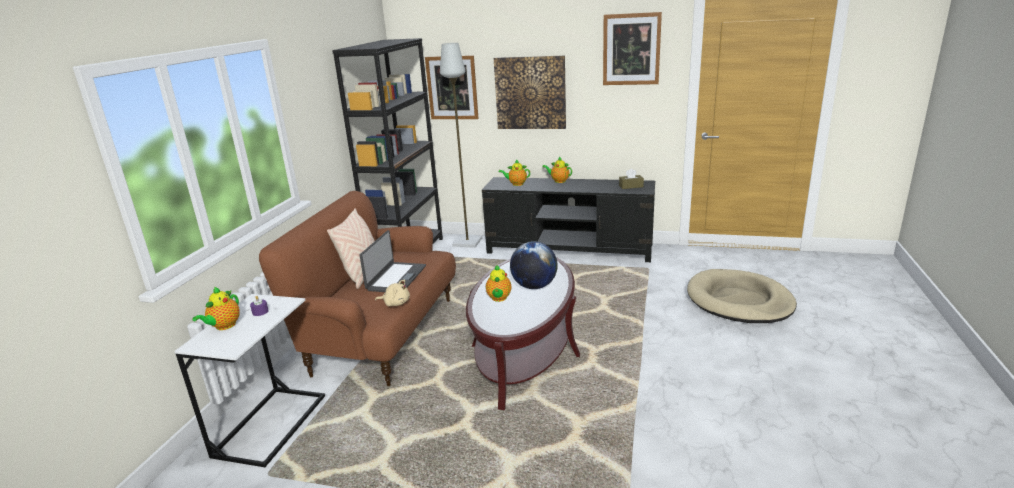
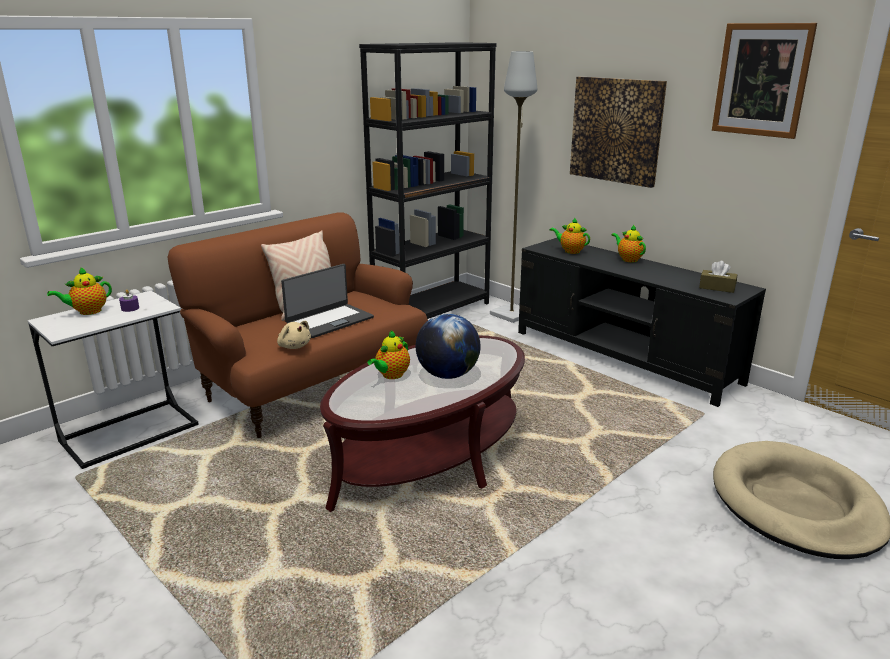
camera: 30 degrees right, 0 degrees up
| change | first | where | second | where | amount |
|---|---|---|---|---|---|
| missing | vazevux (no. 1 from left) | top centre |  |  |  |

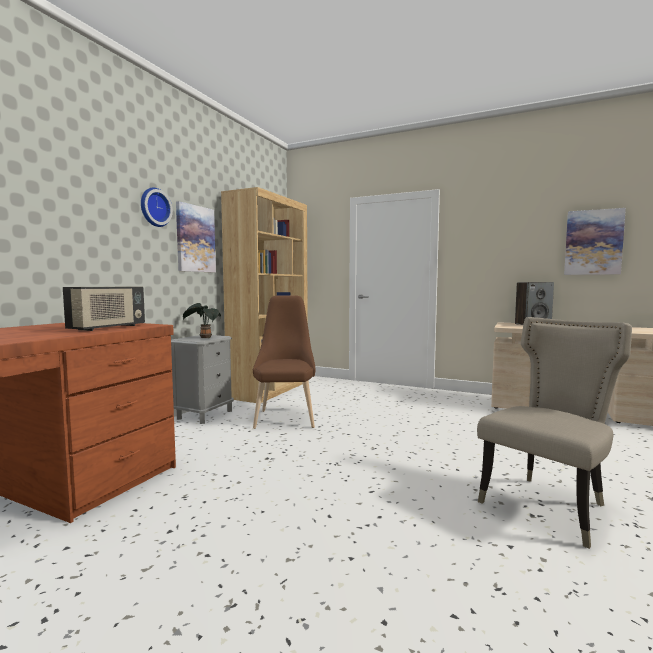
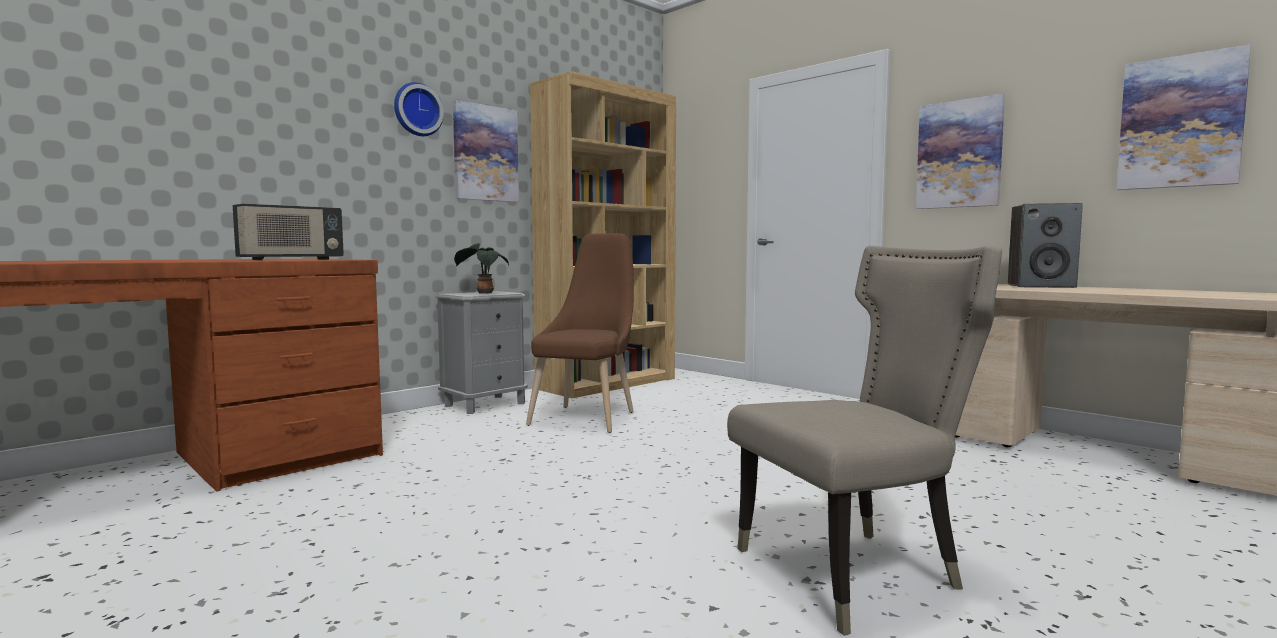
camera: 20 degrees right, 0 degrees up
| change | first | where | second | where | amount |
|---|---|---|---|---|---|
| appeared |  |  | vazevux (no. 2 from left) | top right |  |

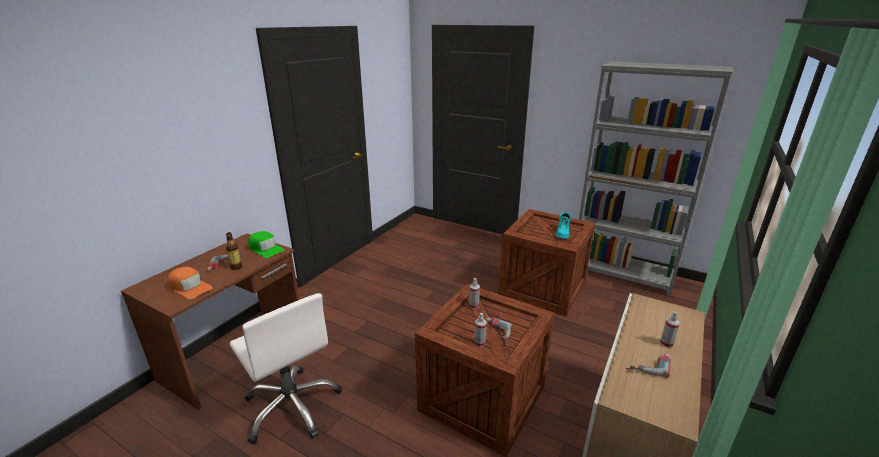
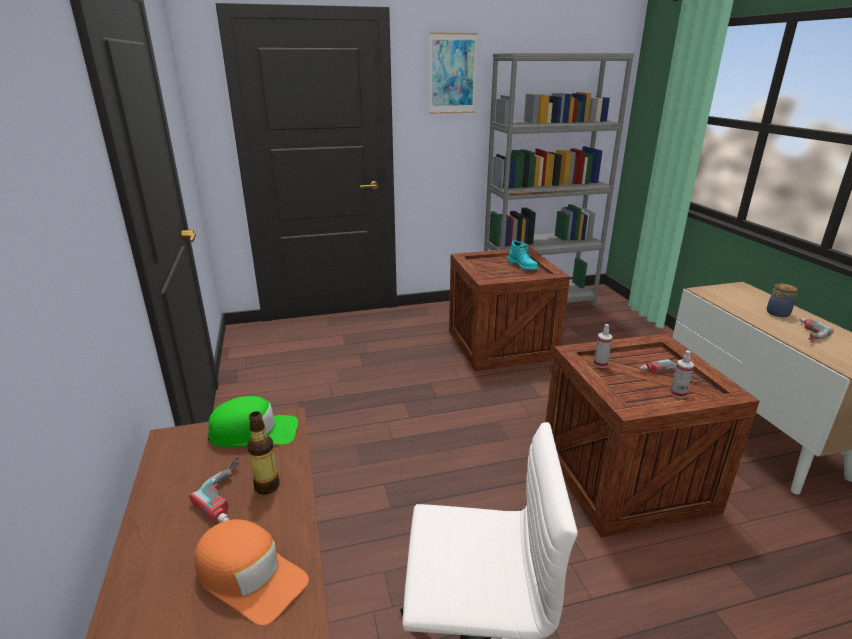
camera: 45 degrees left, 0 degrees up
| change | first | where | second | where | amount |
|---|---|---|---|---|---|
| spun | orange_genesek | middle left |  | bottom left | 45 degrees clockwise |
| appeared |  |  | vazevux | top centre |  |
| exchanged | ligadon (no. 3 from left) | bottom right | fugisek | middle right |  |

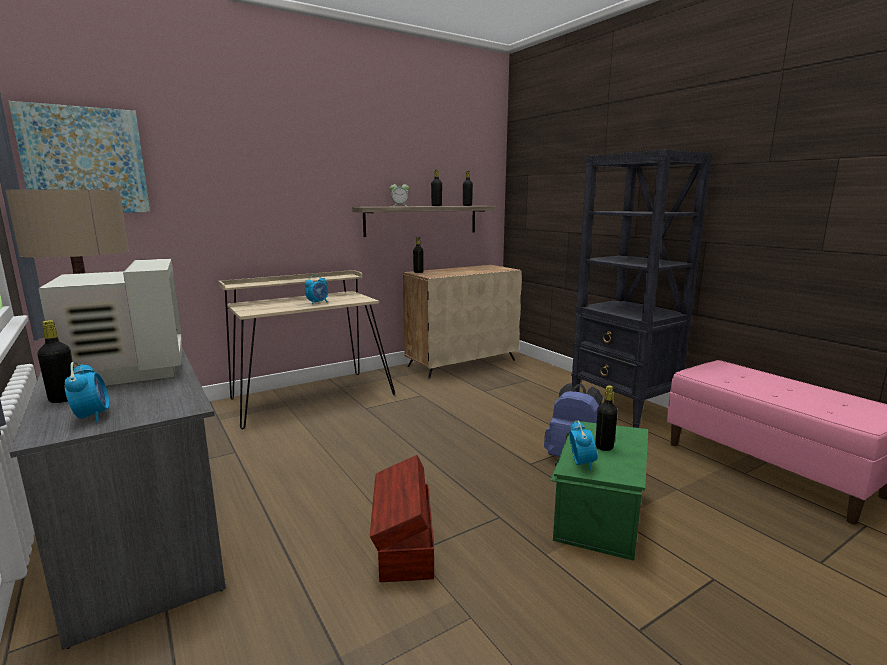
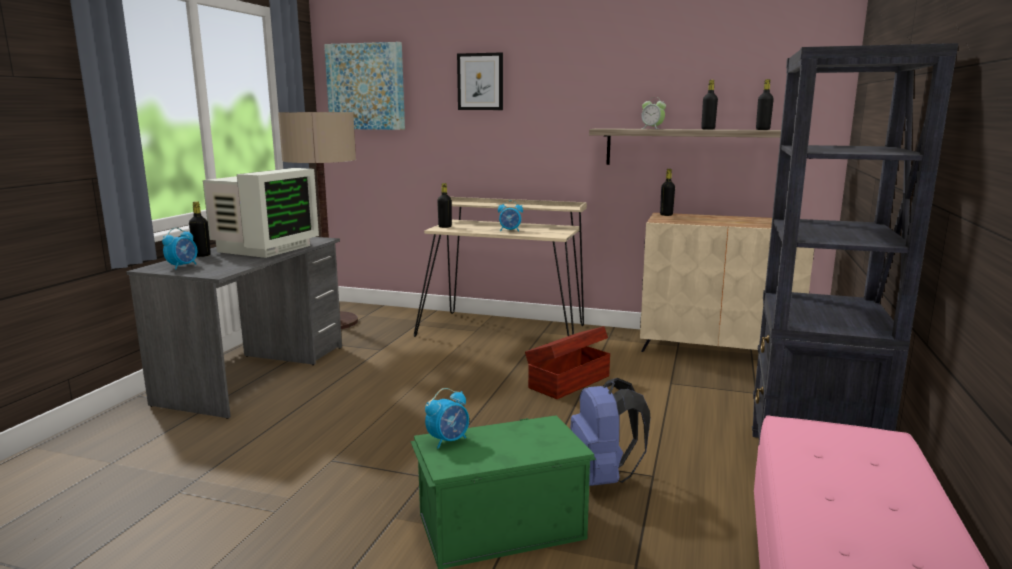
camera: 50 degrees right, 0 degrees up
| change | first | where | second | where | amount |
|---|---|---|---|---|---|
| relocated | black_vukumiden (no. 5 from left in the first image) | middle right | black_vukumiden (no. 2 from left) | centre |  |
| appeared |  |  | vazevux (no. 2 from left) | top centre |  |
| relocated | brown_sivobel | bottom centre |  | centre |  |

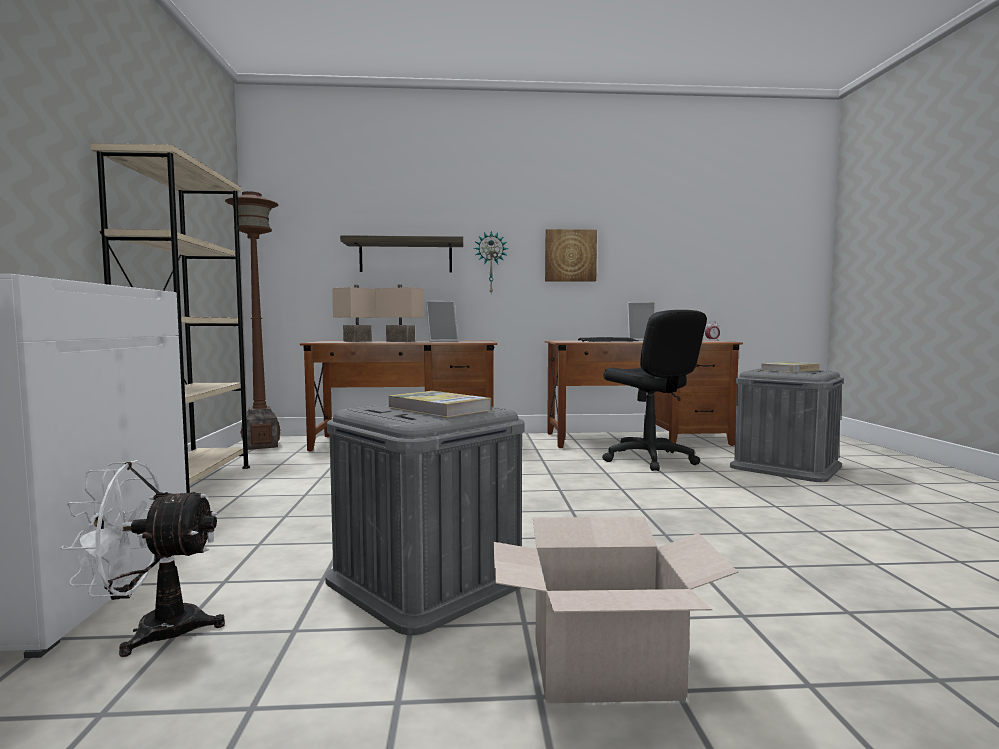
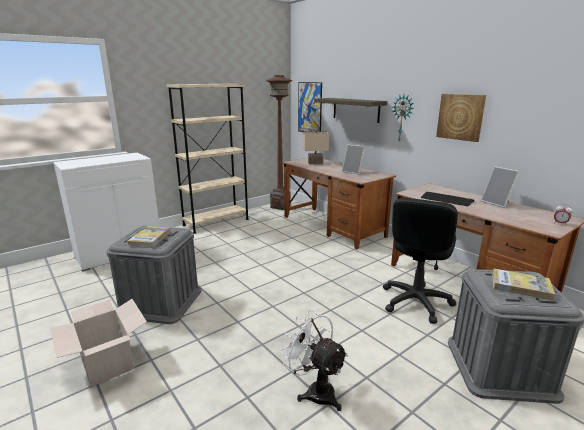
camera: 55 degrees right, 15 degrees up
| change | first | where | second | where | amount |
|---|---|---|---|---|---|
| relocated | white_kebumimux | bottom left |  | bottom centre |  |
| appeared |  |  | vazevux (no. 1 from left) | top centre |  |
| missing | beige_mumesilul (no. 2 from left) | centre |  |  |  |

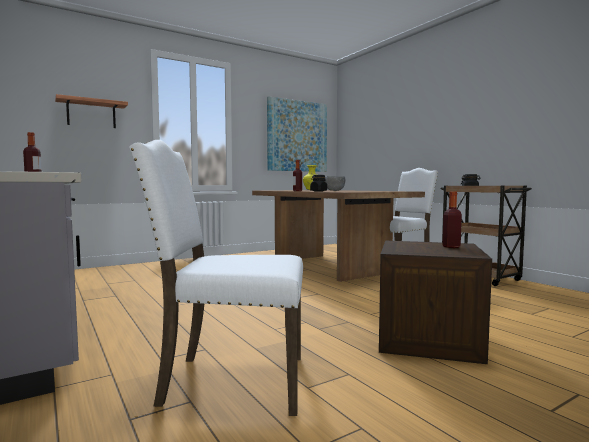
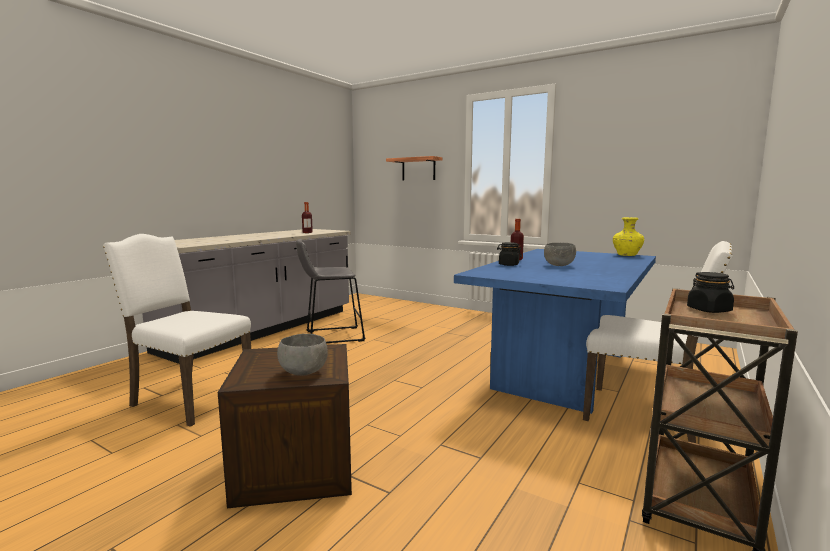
camera: 65 degrees right, 5 degrees up
| change | first | where | second | where | amount |
|---|---|---|---|---|---|
| spun | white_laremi (no. 1 from left) | centre |  | middle left | 45 degrees counterclockwise |
| exchanged | vukumiden (no. 3 from left) | middle right | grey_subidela (no. 1 from left) | centre |  |
| appeared |  |  | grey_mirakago | centre |  |
| colour | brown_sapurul | centre | blue_sapurul | middle right |  |
| missing | vazevux | top centre |  |  |  |

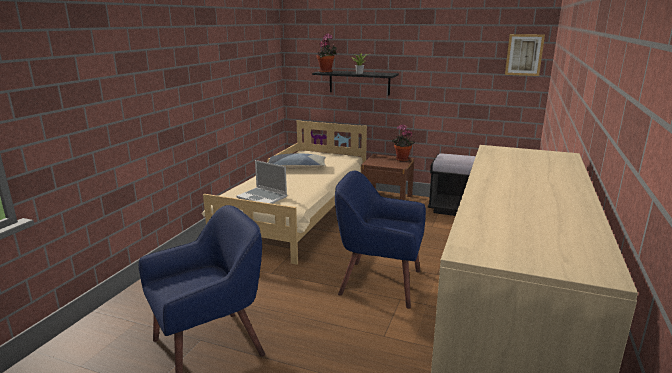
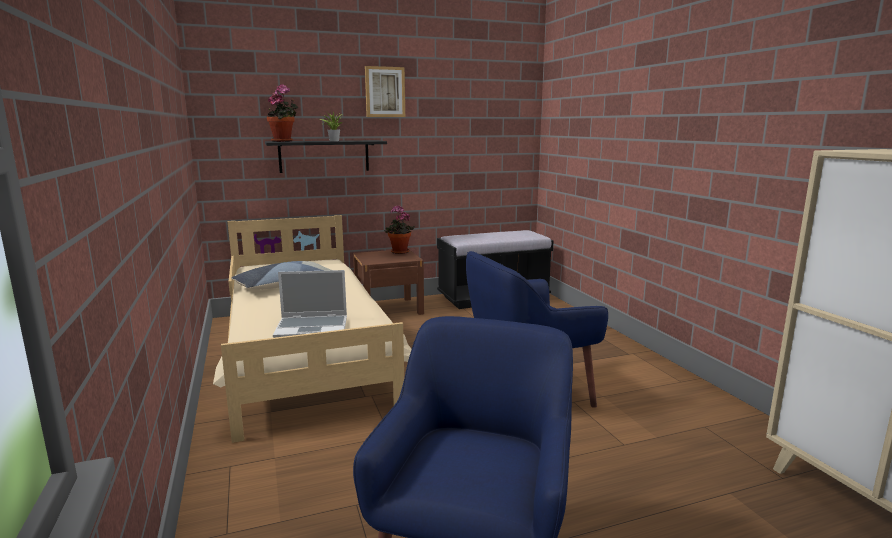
camera: 40 degrees left, 5 degrees down
| change | first | where | second | where | amount |
|---|---|---|---|---|---|
| relocated | vazevux | top right |  | top centre |  |

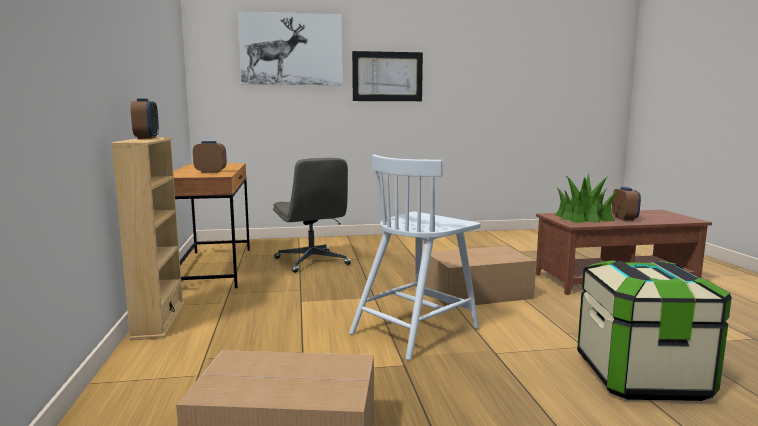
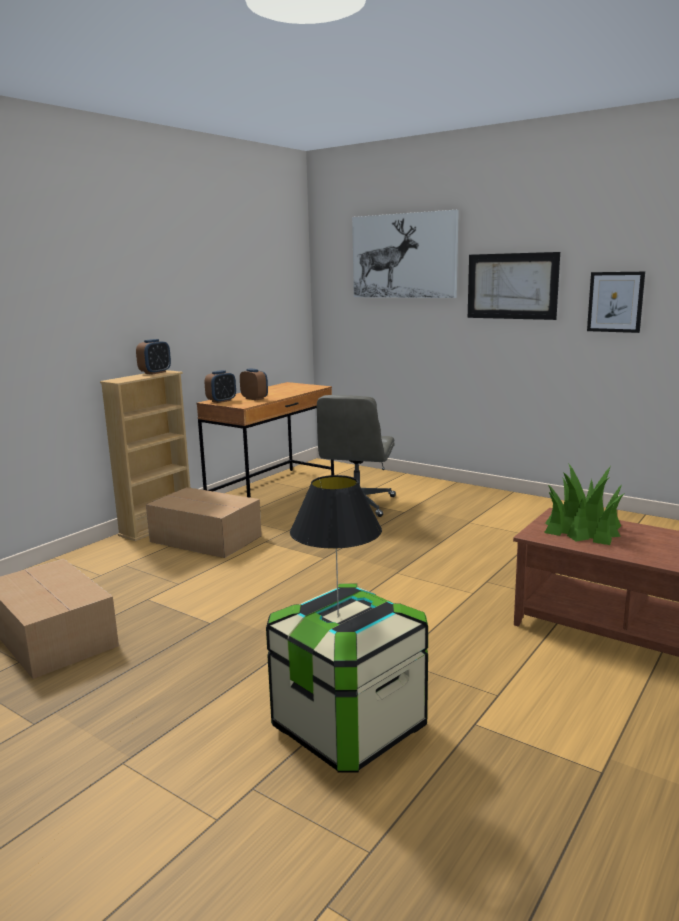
camera: 45 degrees right, 5 degrees up
| change | first | where | second | where | amount |
|---|---|---|---|---|---|
| relocated | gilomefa (no. 2 from left) | centre |  | middle left |  |
| relocated | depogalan (no. 3 from left in the first image) | middle right | depogalan (no. 2 from left) | middle left |  |
| appeared |  |  | black_mumesilul | centre |  |
| appeared |  |  | vazevux (no. 3 from left) | top right |  |
| missing | white_laremi | centre |  |  |  |

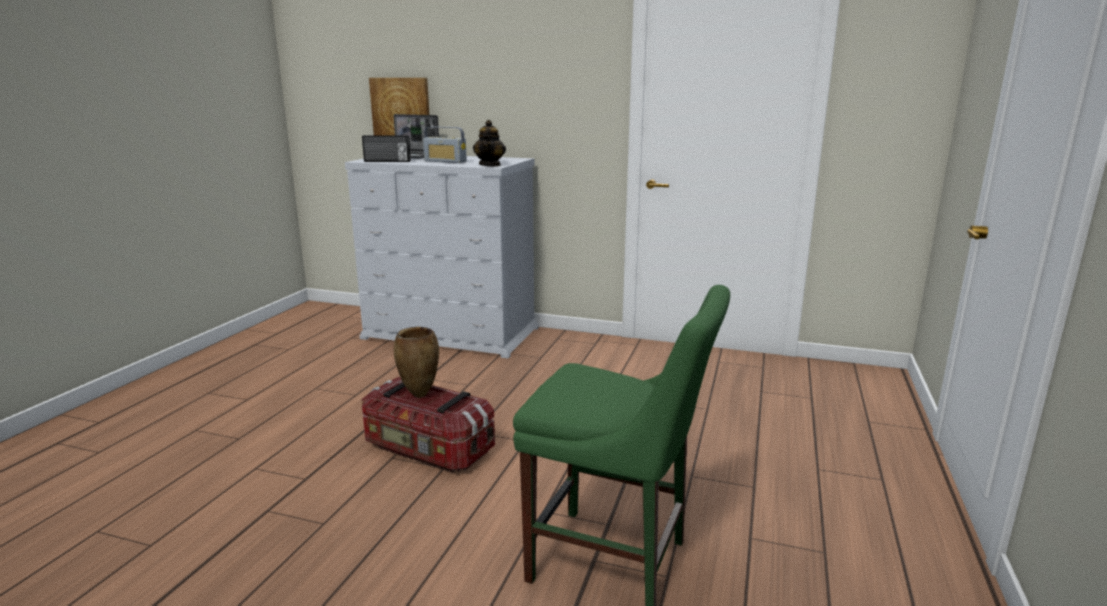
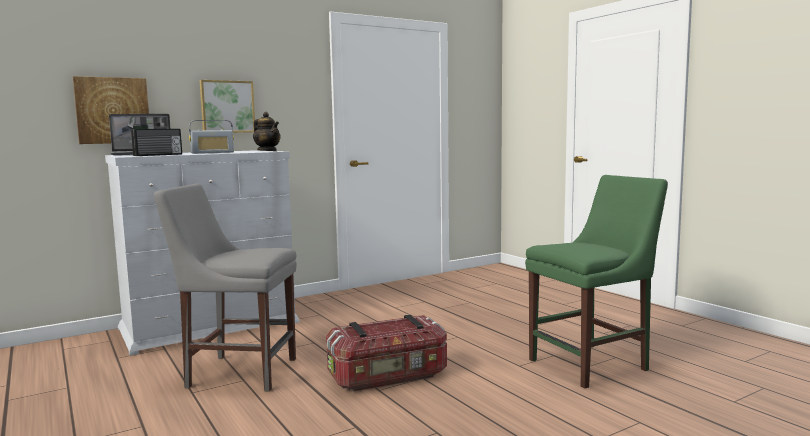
camera: 50 degrees left, 10 degrees down
| change | first | where | second | where | amount |
|---|---|---|---|---|---|
| appeared |  |  | grey_laremi | middle left |  |
| appeared |  |  | vazevux (no. 2 from left) | top left |  |
| missing | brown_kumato | centre |  |  |  |

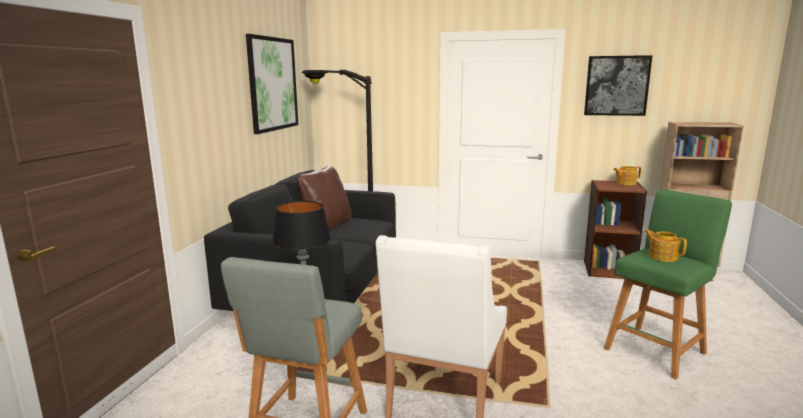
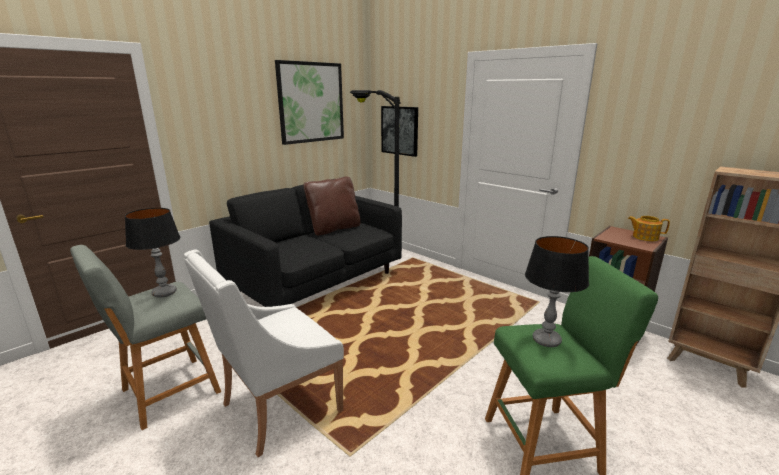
camera: 30 degrees right, 5 degrees up
| change | first | where | second | where | amount |
|---|---|---|---|---|---|
| relocated | vazevux (no. 2 from left) | top right |  | top centre |  |
| exchanged | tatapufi (no. 2 from left) | middle right | mumesilul (no. 2 from left) | middle right |  |

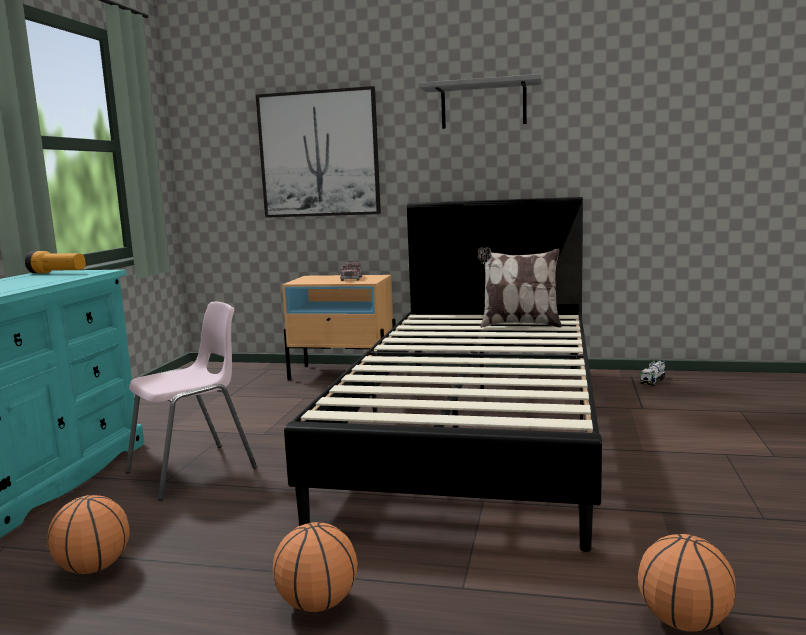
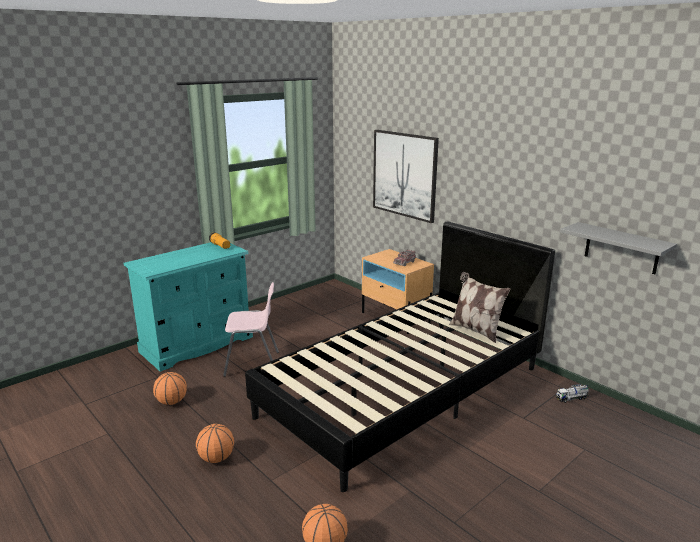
camera: 35 degrees right, 10 degrees up
| change | first | where | second | where | amount |
|---|---|---|---|---|---|
| relocated | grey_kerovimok | top centre |  | middle right |  |

